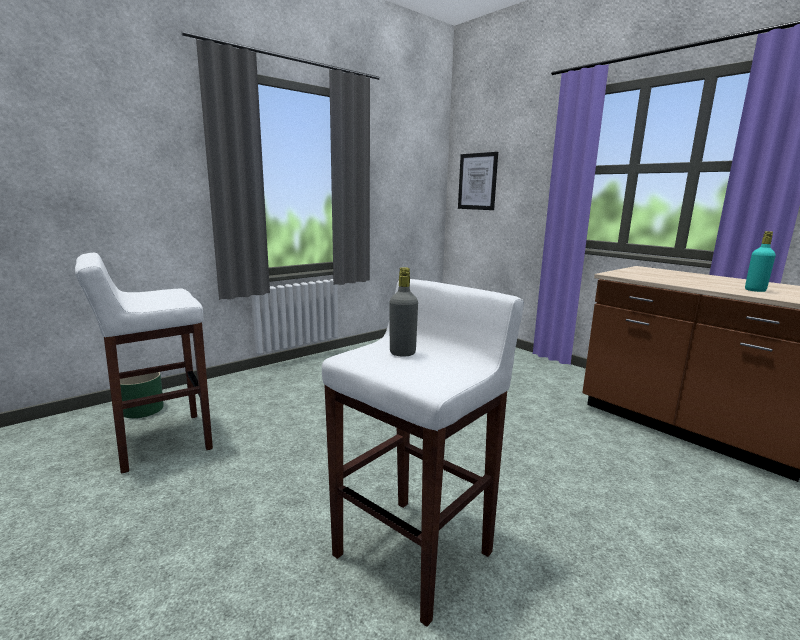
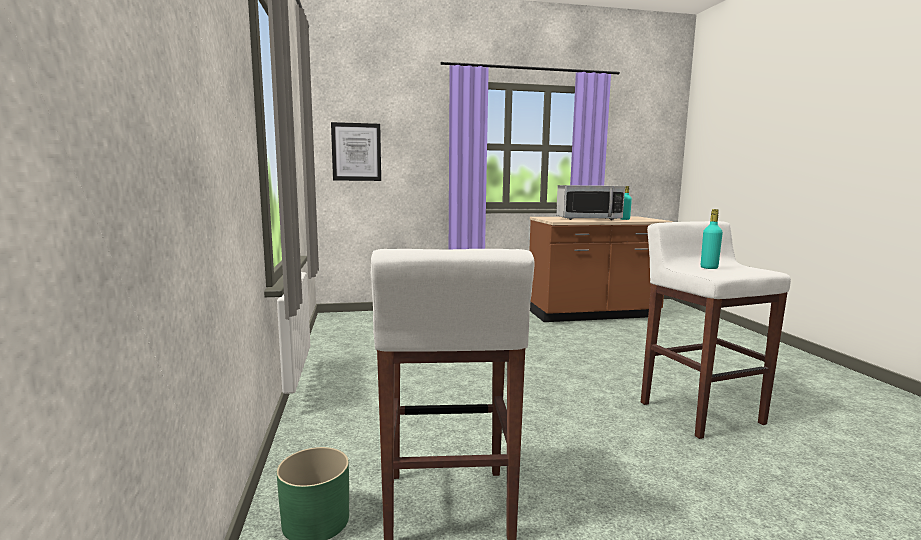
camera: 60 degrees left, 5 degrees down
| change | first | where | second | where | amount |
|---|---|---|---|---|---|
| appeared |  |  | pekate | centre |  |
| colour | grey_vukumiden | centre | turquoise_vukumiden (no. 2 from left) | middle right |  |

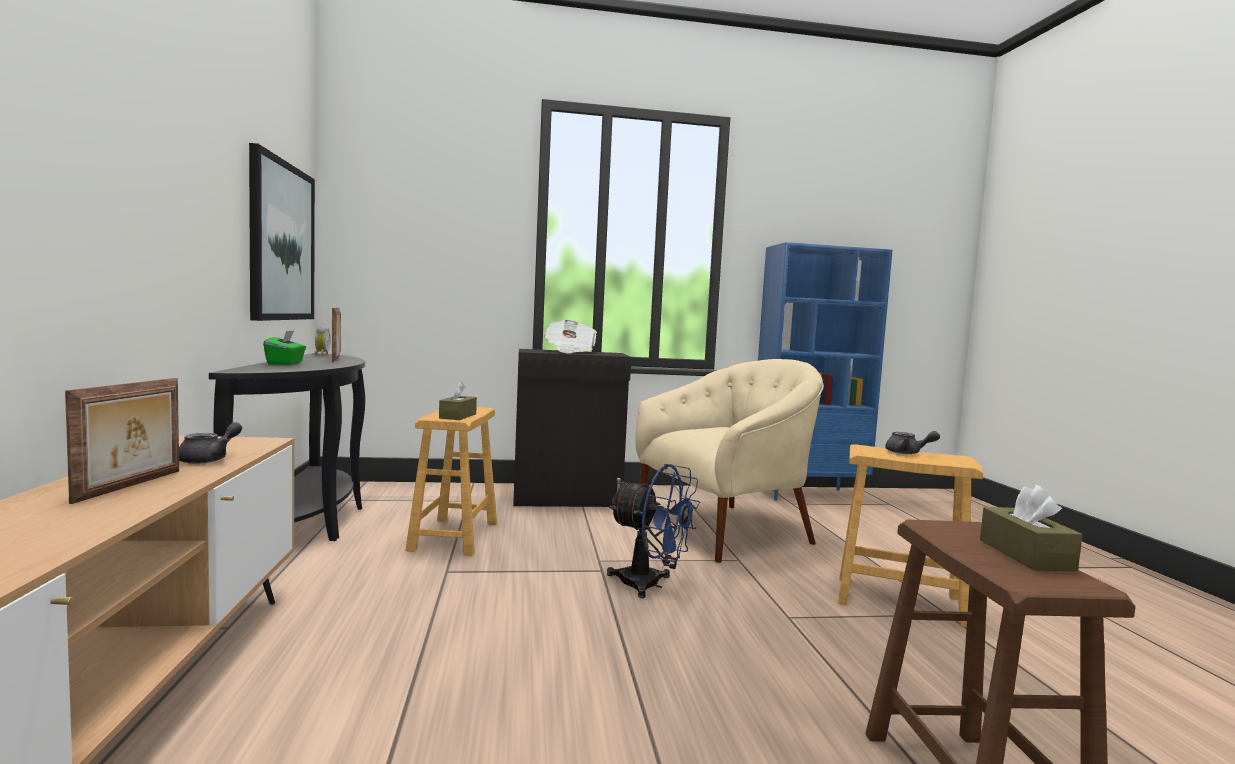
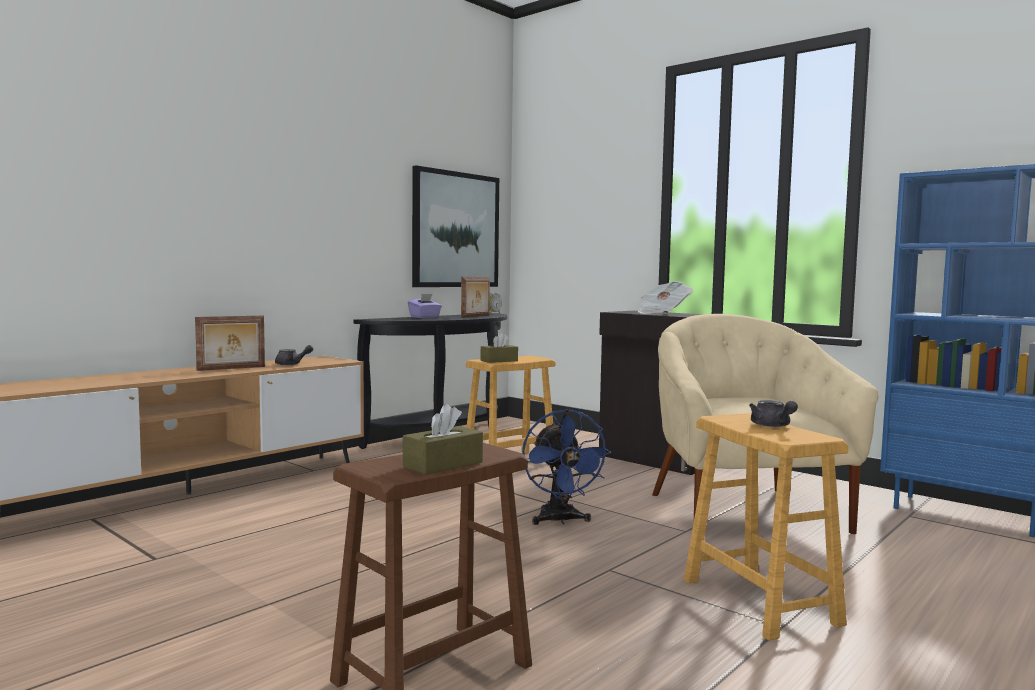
camera: 50 degrees right, 0 degrees up
| change | first | where | second | where | amount |
|---|---|---|---|---|---|
| colour | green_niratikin | middle left | purple_niratikin | centre |  |
| spun | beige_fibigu | centre |  | middle right | 120 degrees counterclockwise |

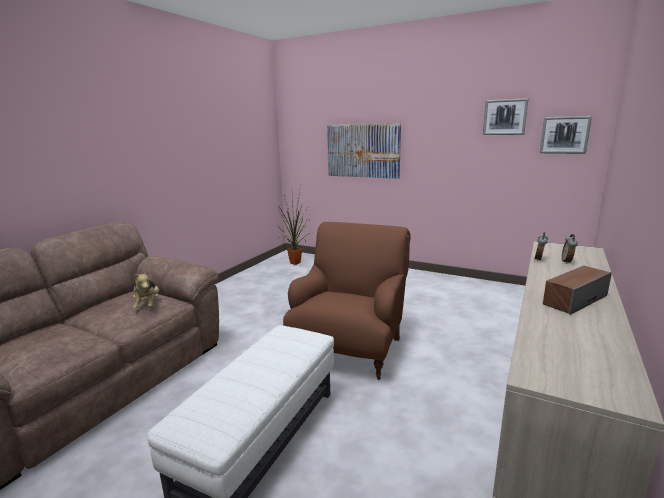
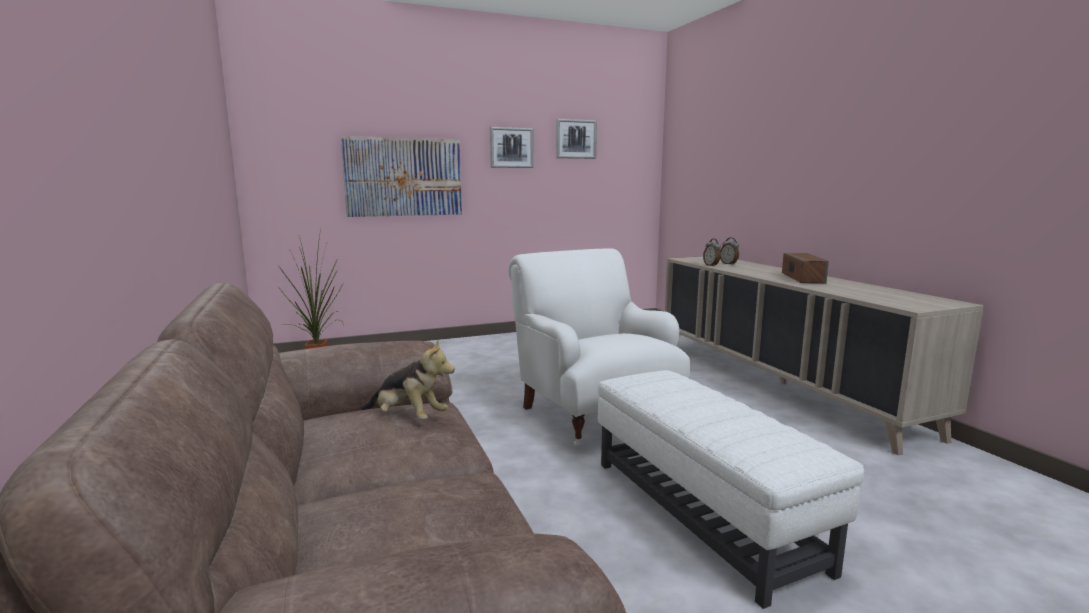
camera: 50 degrees left, 5 degrees down
| change | first | where | second | where | amount |
|---|---|---|---|---|---|
| relocated | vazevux (no. 3 from left in the first image) | top right | vazevux (no. 2 from left) | top centre |  |
| colour | brown_fibigu | centre | white_fibigu | centre |  |

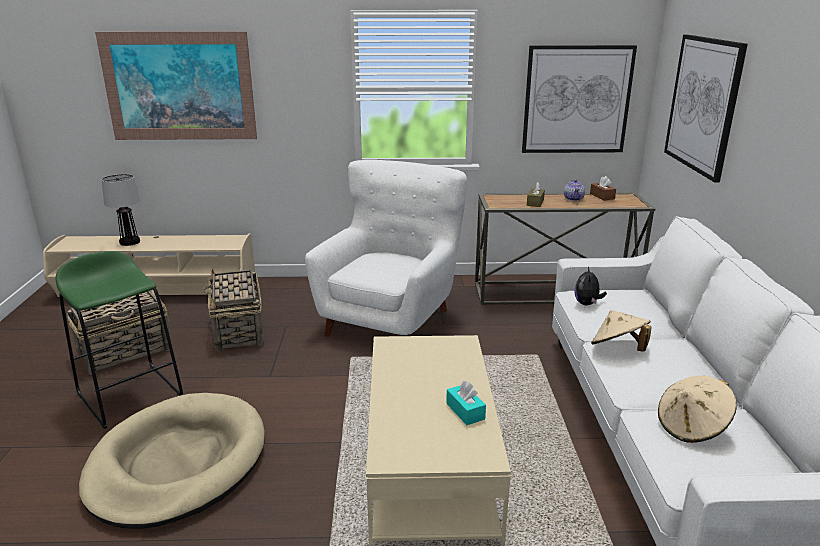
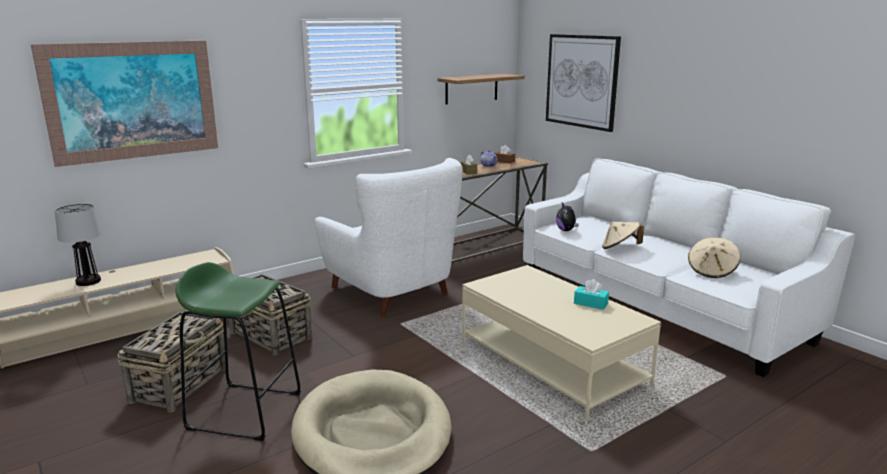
camera: 35 degrees left, 5 degrees down
| change | first | where | second | where | amount |
|---|---|---|---|---|---|
| spun | white_fibigu | centre |  | centre | 150 degrees clockwise |
| exchanged | vazevux (no. 2 from left) | top right | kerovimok | top centre |  |

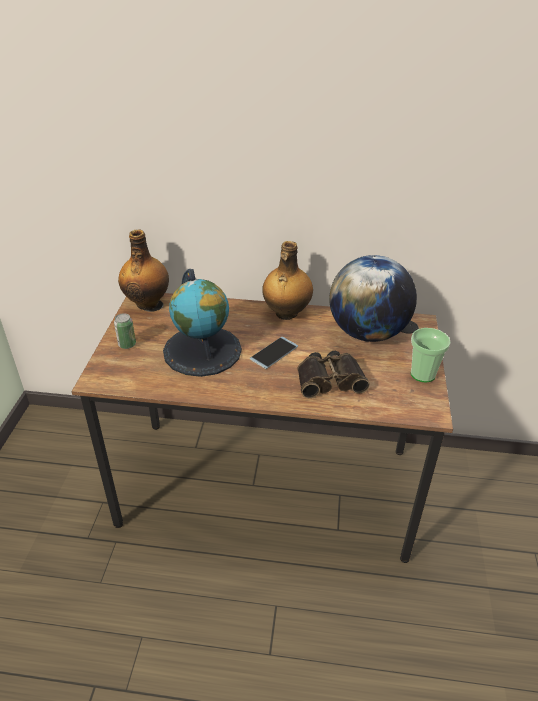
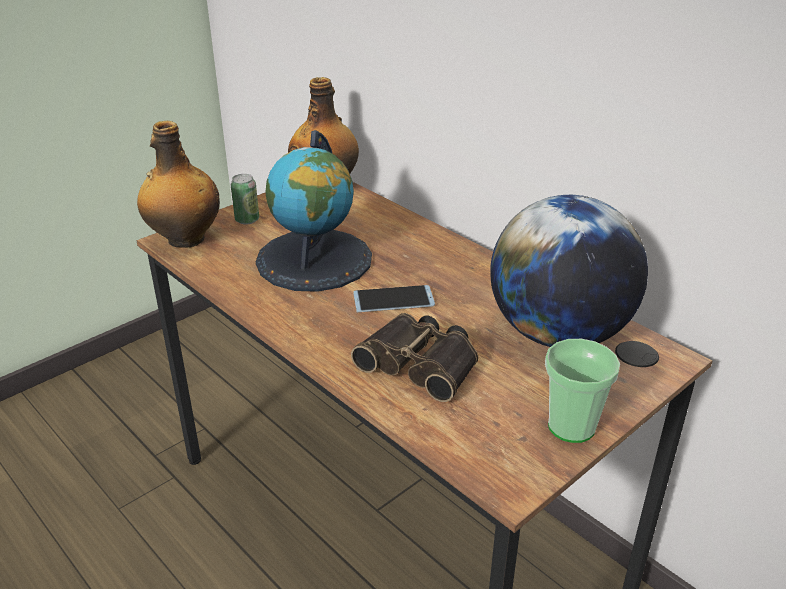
camera: 40 degrees right, 5 degrees down
| change | first | where | second | where | amount |
|---|---|---|---|---|---|
| relocated | vukumiden (no. 2 from left in the first image) | centre | vukumiden (no. 1 from left) | top left |  |

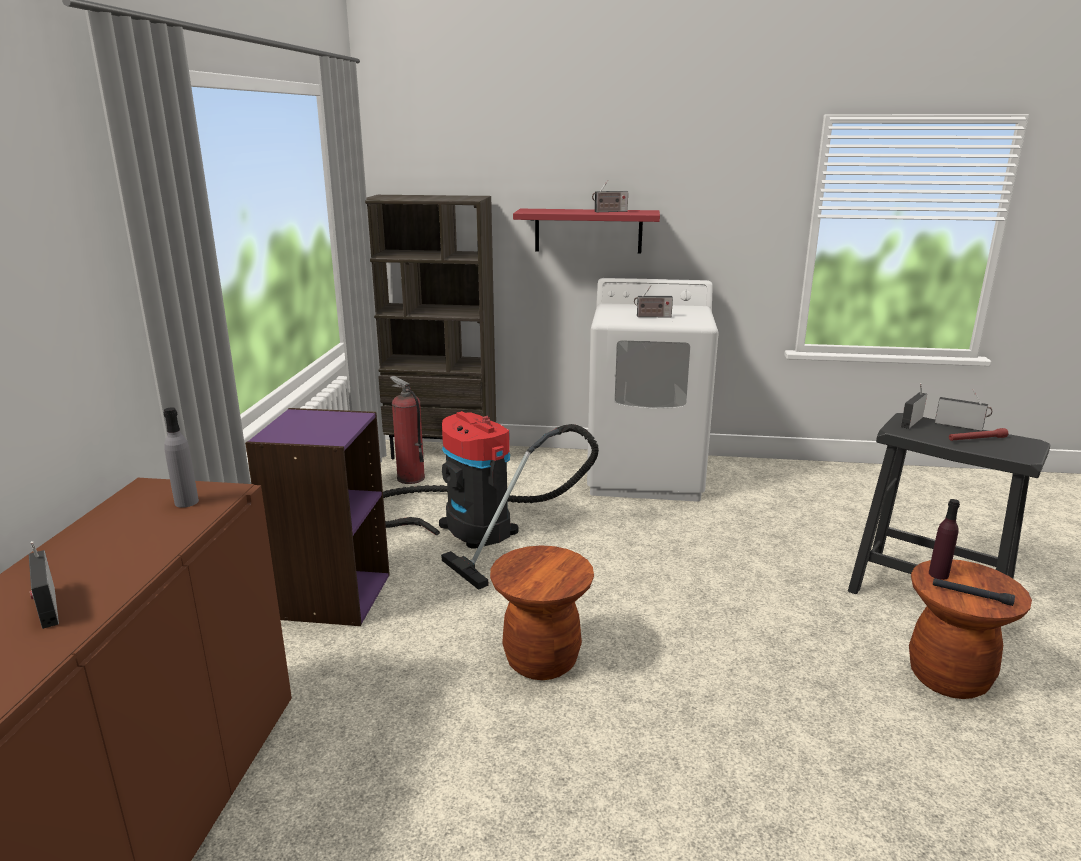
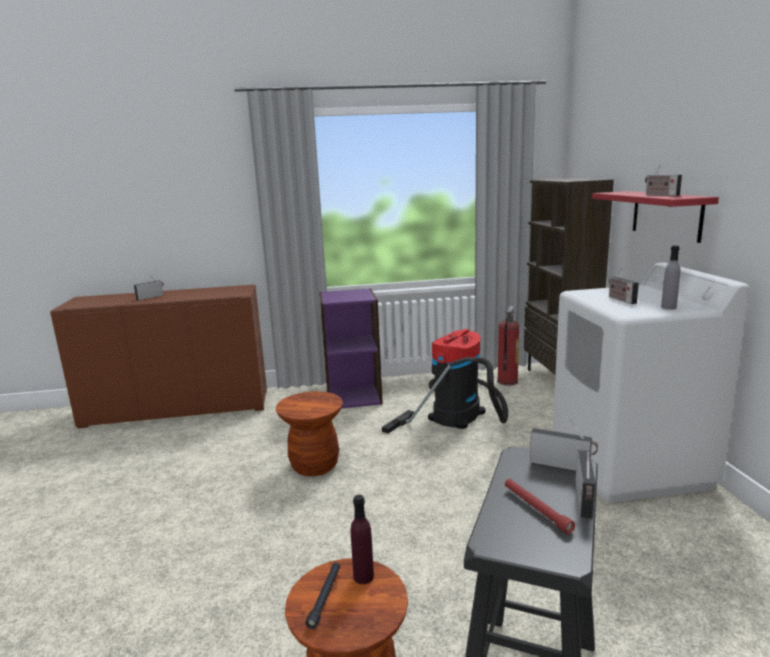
camera: 75 degrees right, 5 degrees down
| change | first | where | second | where | amount |
|---|---|---|---|---|---|
| relocated | grey_vukumiden | middle left |  | middle right |  |

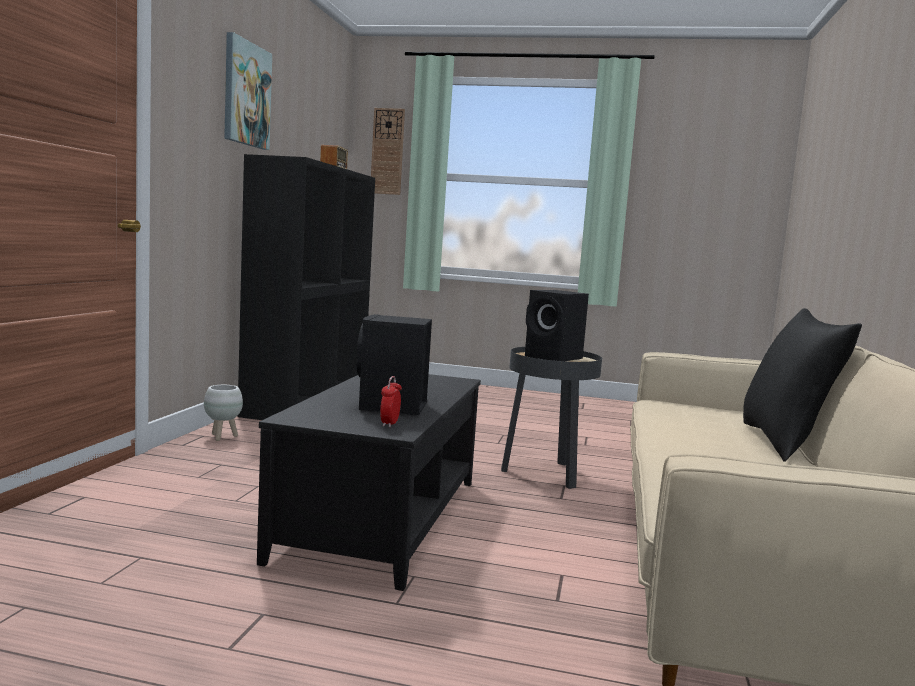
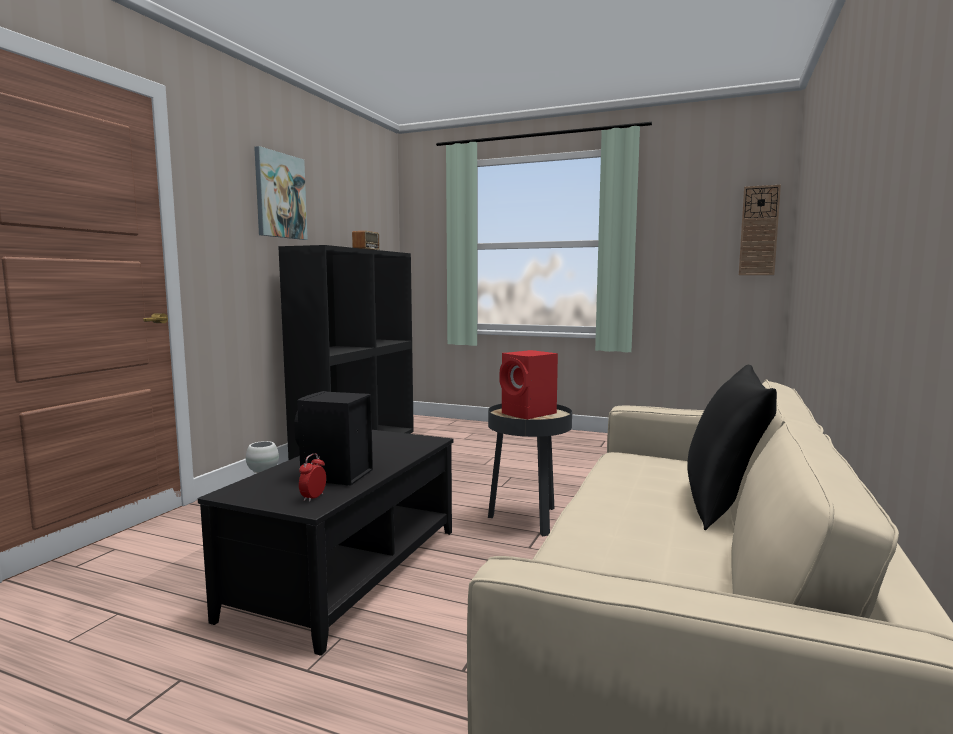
camera: 10 degrees right, 0 degrees up
| change | first | where | second | where | amount |
|---|---|---|---|---|---|
| colour | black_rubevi (no. 2 from left) | centre | red_rubevi | centre |  |
| relocated | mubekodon | top centre |  | top right |  |

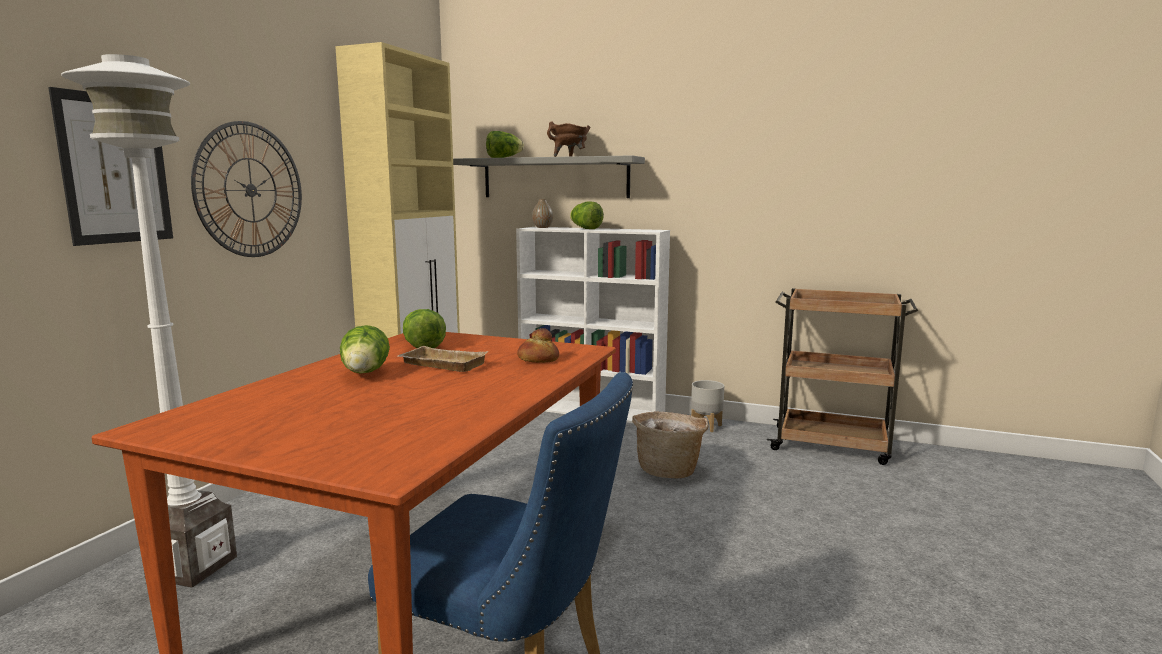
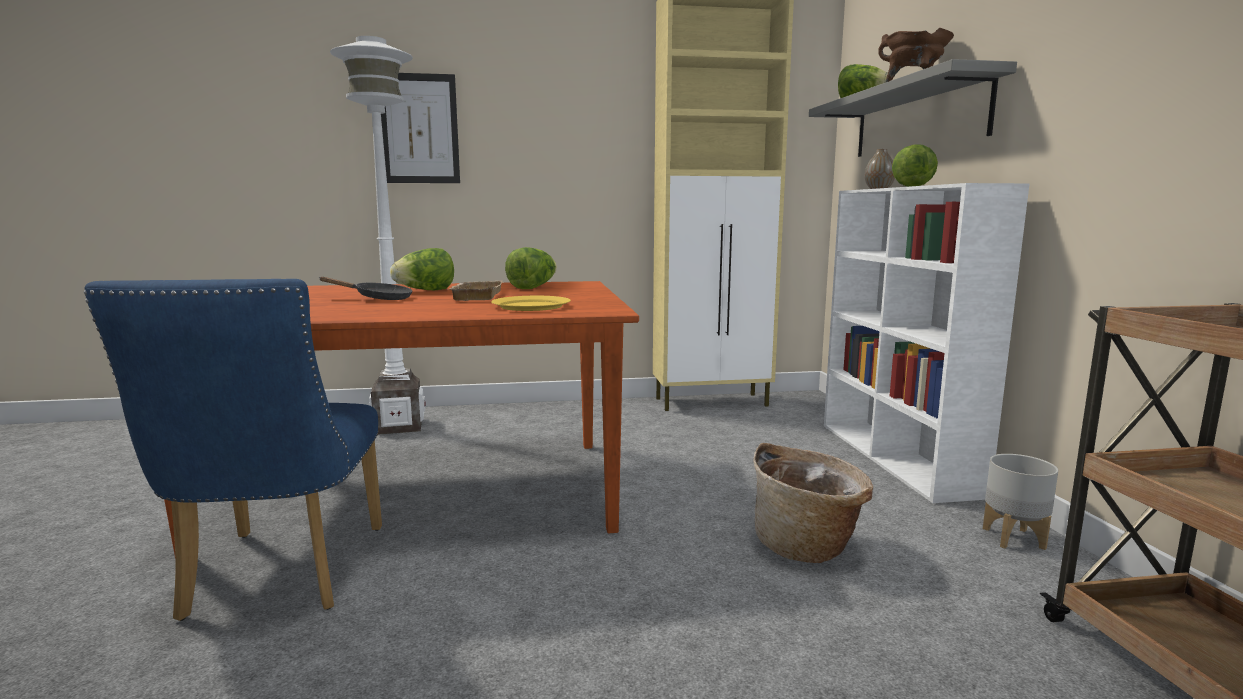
camera: 60 degrees right, 0 degrees up
| change | first | where | second | where | amount |
|---|---|---|---|---|---|
| appeared |  |  | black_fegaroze | middle left |  |
| exchanged | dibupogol | centre | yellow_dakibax | centre |  |
| missing | mubekodon | top left |  |  |  |

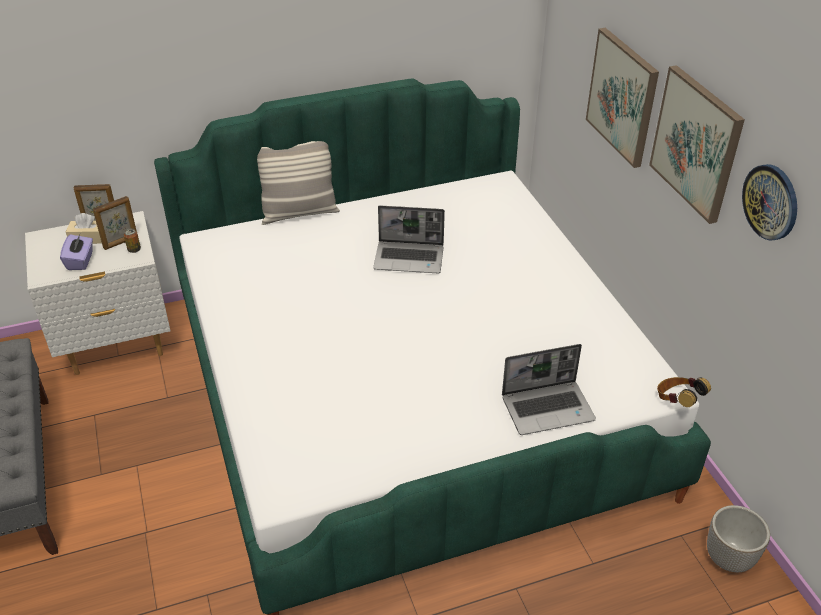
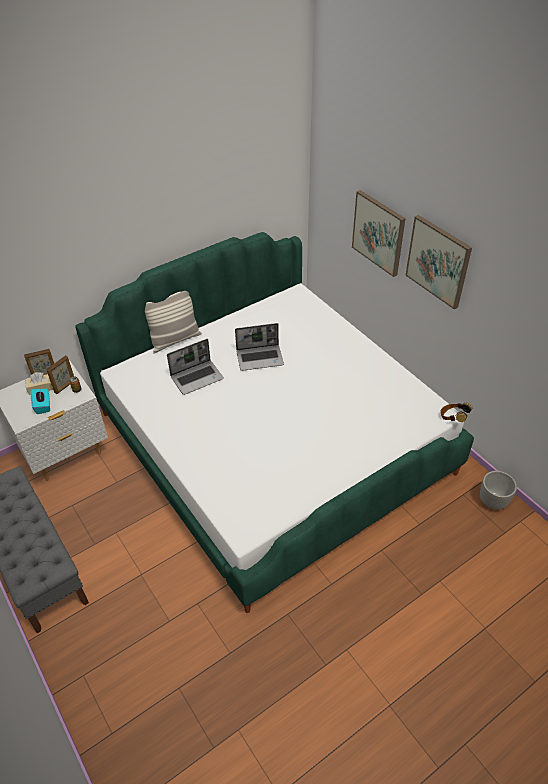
camera: 15 degrees left, 5 degrees up
| change | first | where | second | where | amount |
|---|---|---|---|---|---|
| colour | purple_niratikin | middle left | turquoise_niratikin | middle left |  |
| relocated | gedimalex (no. 2 from left in the first image) | middle right | gedimalex (no. 1 from left) | centre |  |
| missing | mubekodon | top right |  |  |  |

